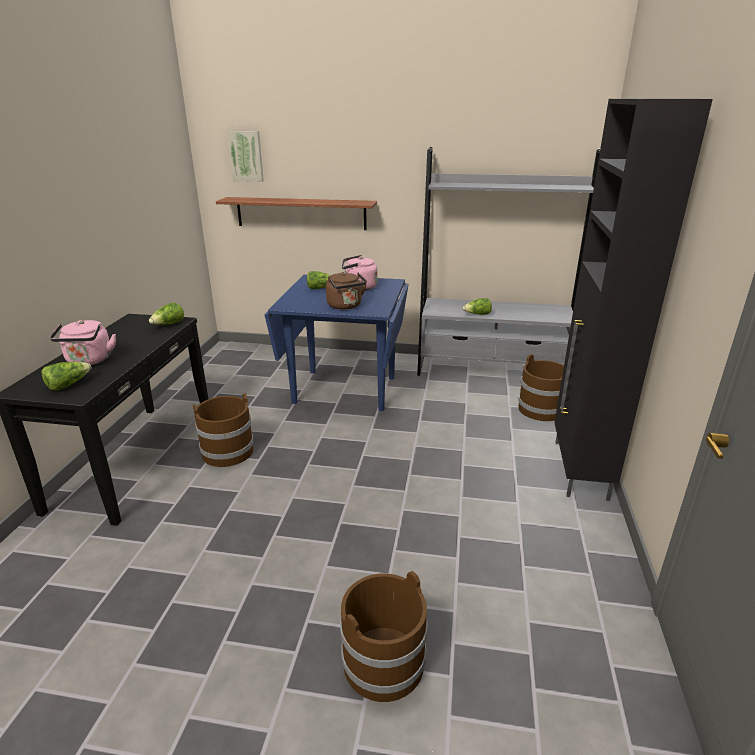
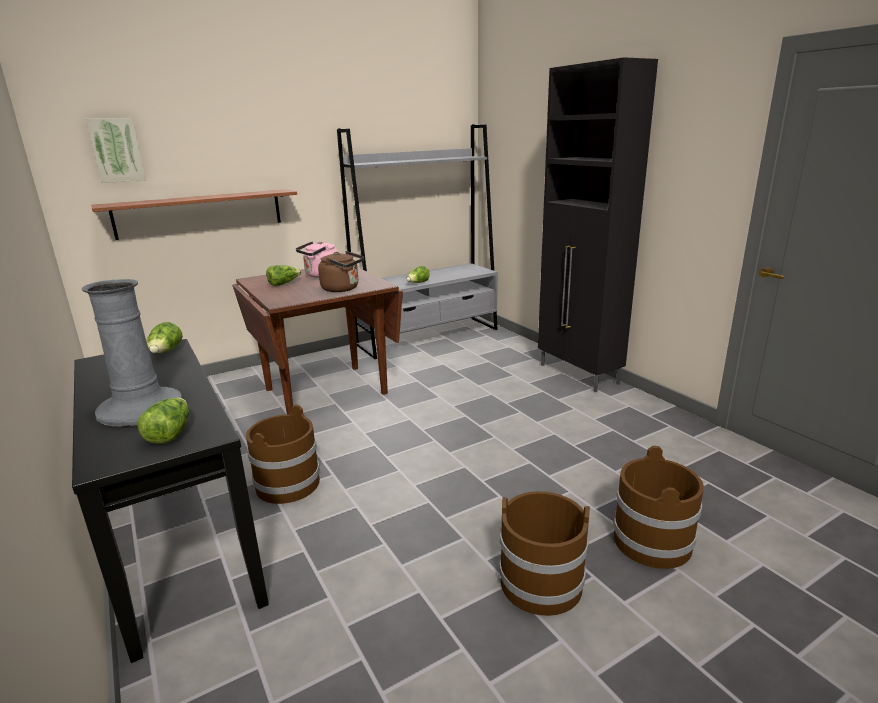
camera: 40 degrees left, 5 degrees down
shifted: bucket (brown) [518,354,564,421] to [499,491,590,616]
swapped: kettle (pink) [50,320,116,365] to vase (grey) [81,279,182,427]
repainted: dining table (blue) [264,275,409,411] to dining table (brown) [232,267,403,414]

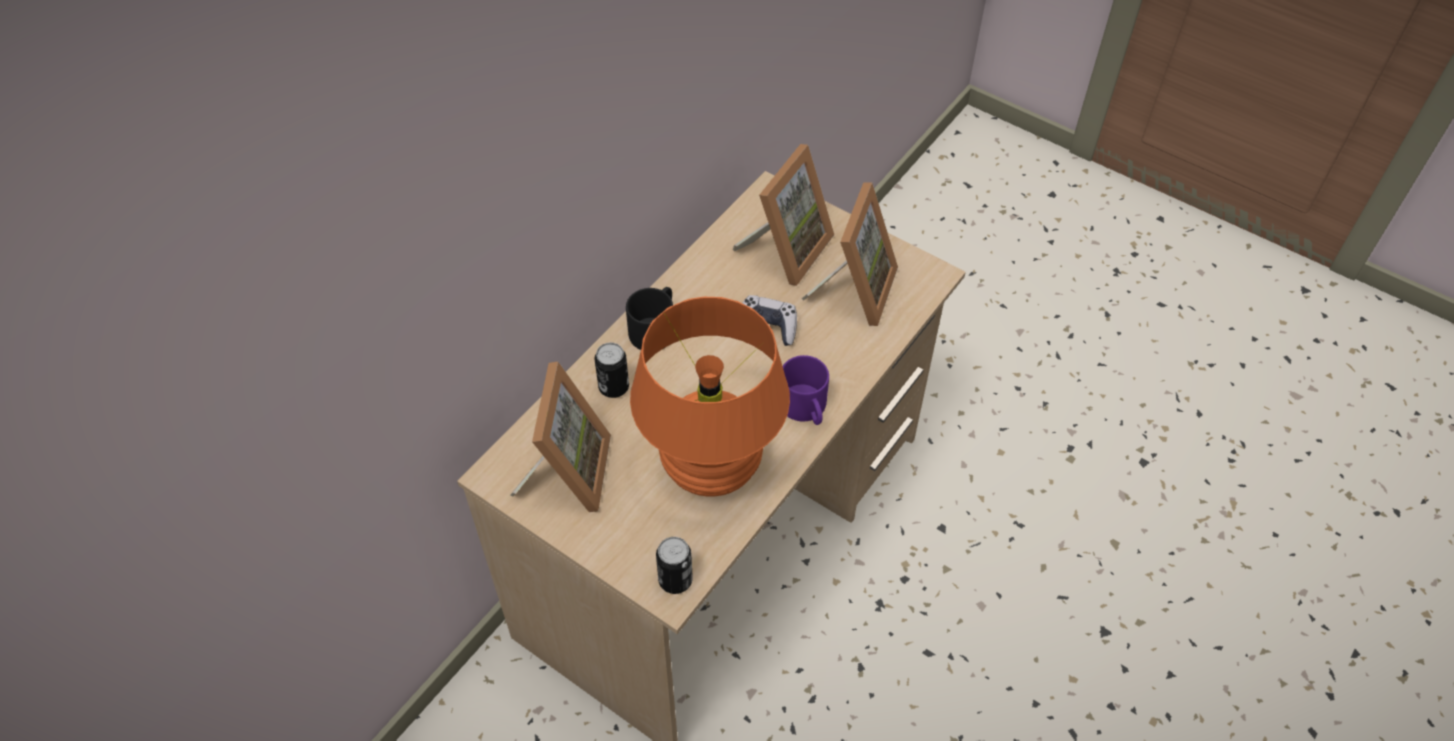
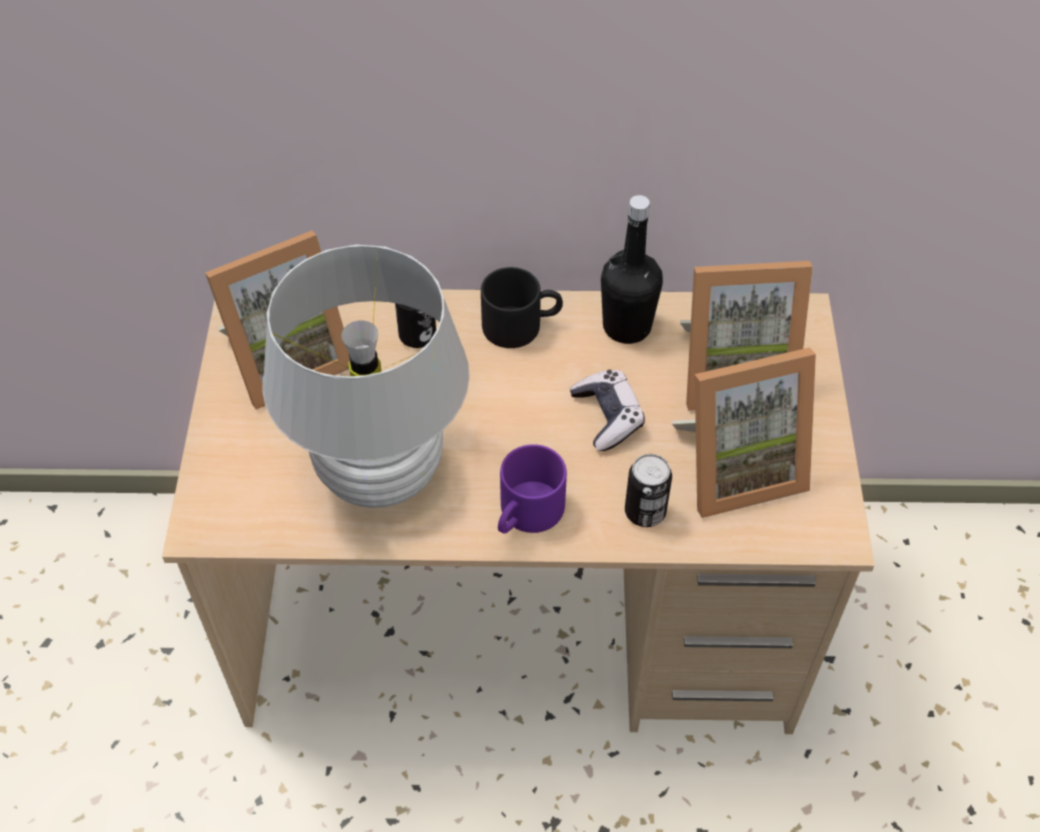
camera: 55 degrees right, 0 degrees up
new: bottle (black) [601,195,663,344]
shifted: can [656,537,693,594] to [625,454,672,527]
repainted: table lamp (orange) [630,297,790,496] to table lamp (white) [262,245,470,508]

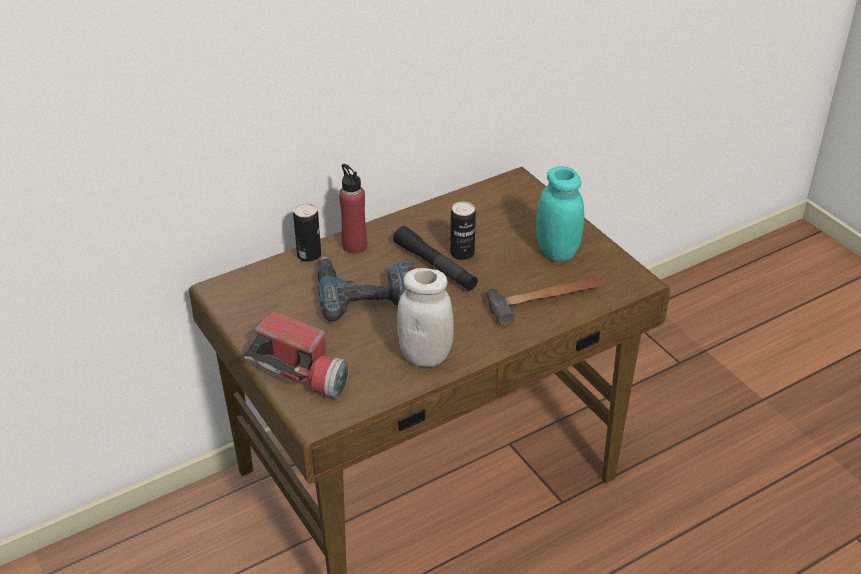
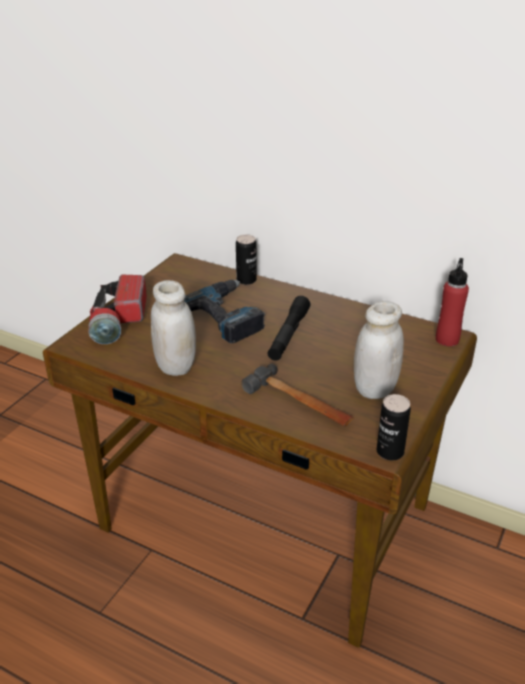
camera: 60 degrees right, 5 degrees down
shifted: bottle (red) [339,164,367,253] to [436,258,469,346]; can [450,202,476,260] to [376,394,411,460]
repainted: jar (turquoise) [536,166,584,262] to jar (white) [354,301,404,399]

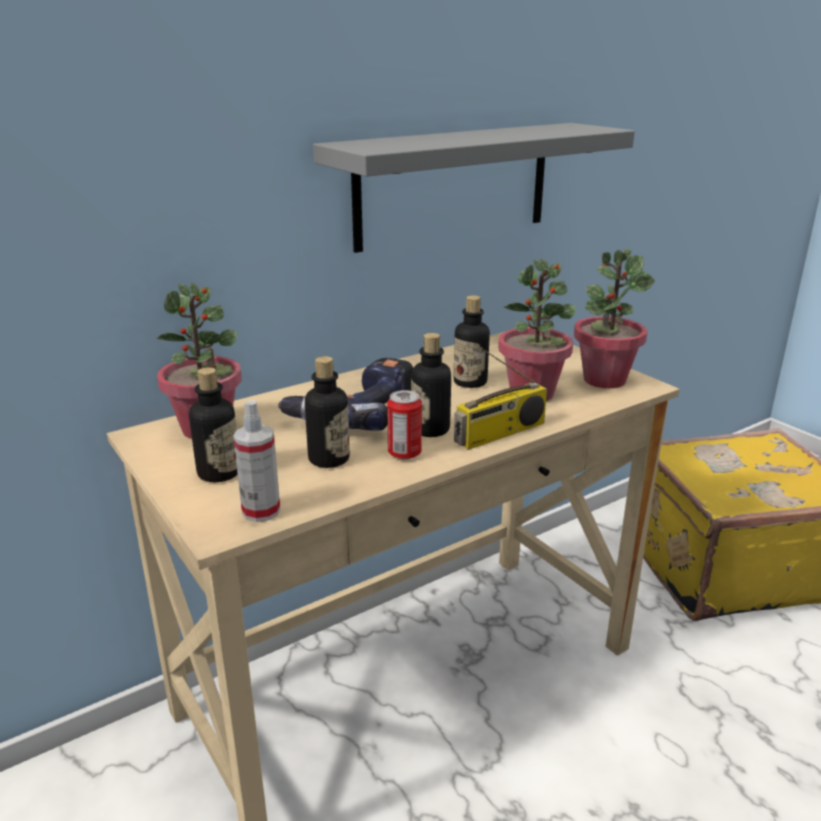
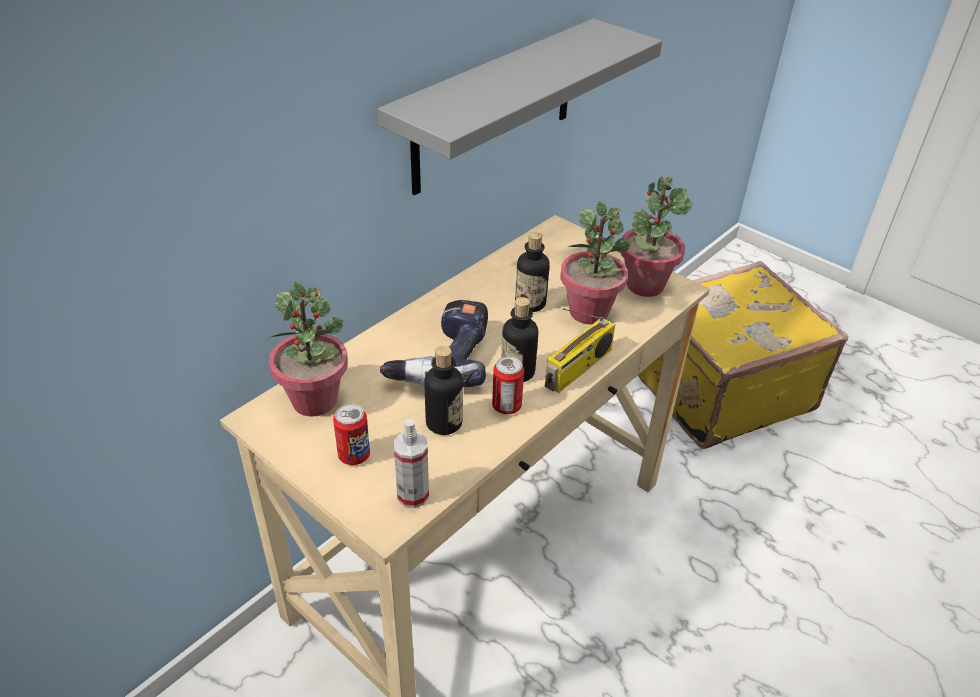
camera: 15 degrees left, 15 degrees up
swapped: bottle [189,367,238,482] to can [333,404,370,465]

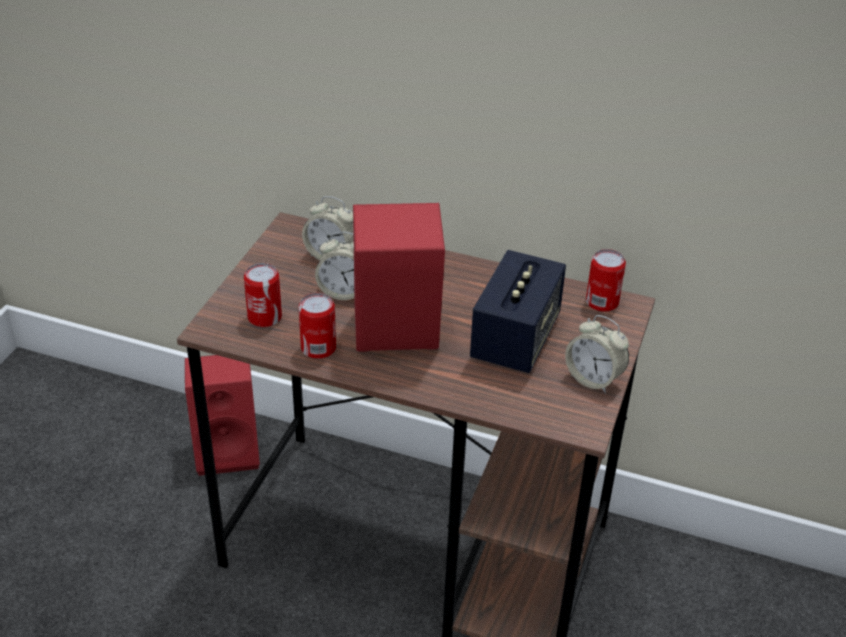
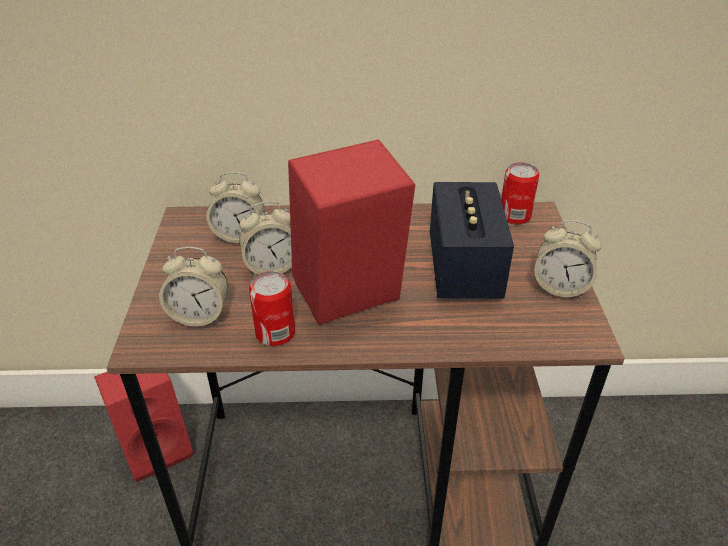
camera: 20 degrees left, 0 degrees up
swapped: can [244,263,282,327] to alarm clock [159,247,228,327]

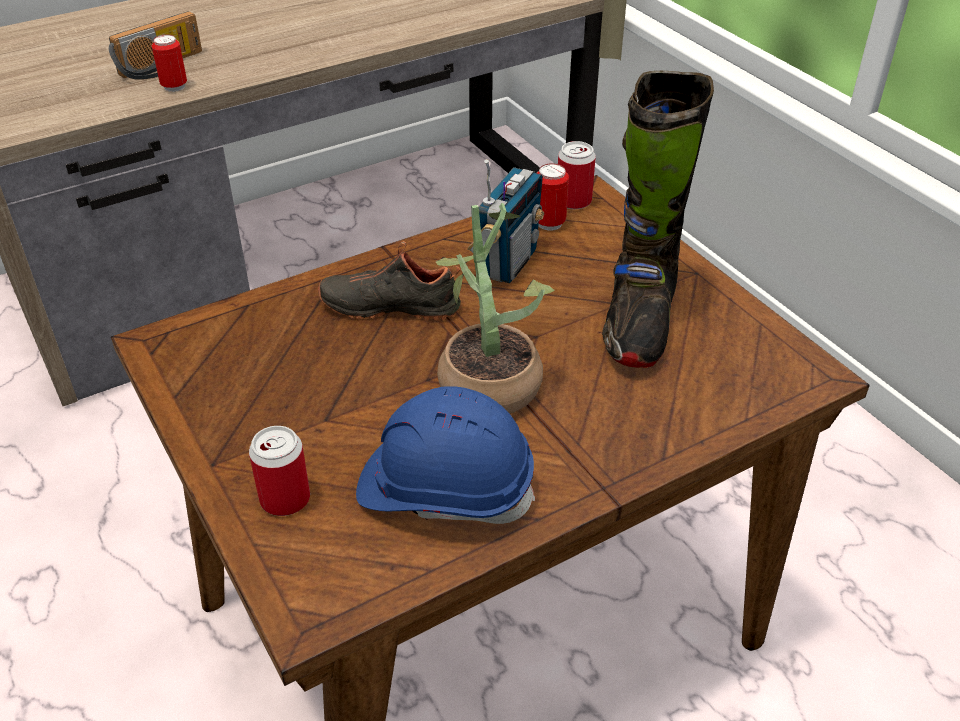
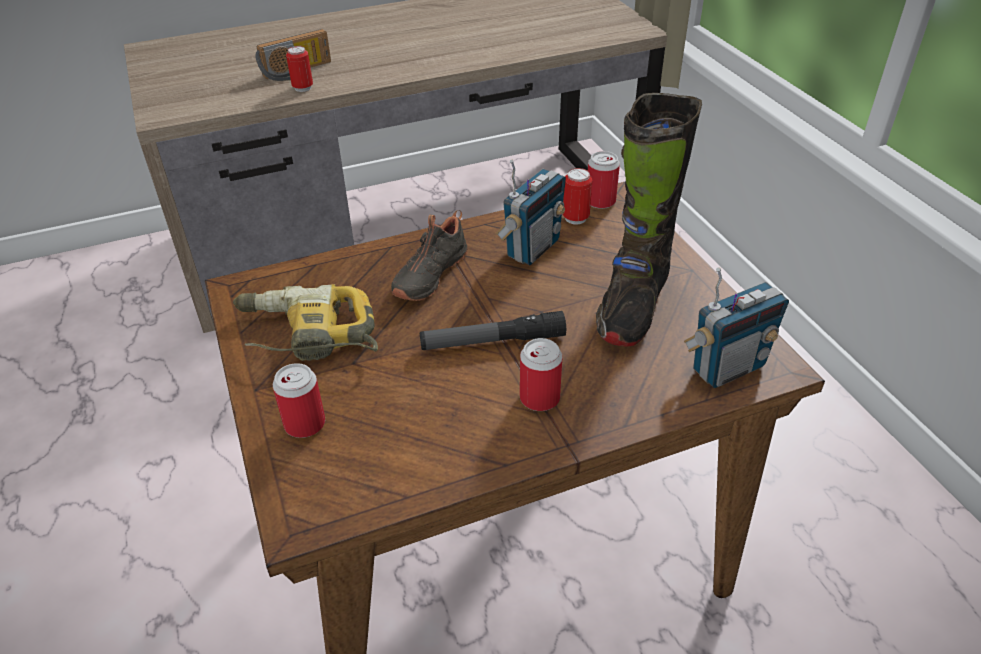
camera: 10 degrees right, 0 degrees up
gone: hard hat (blue) [356,386,535,524]
new: power drill [233,284,378,361]; can [520,338,562,411]; radio [684,268,789,388]
swapped: potted plant [436,203,555,414] to flashlight [420,311,566,350]
rotated: shoe (black) [318,241,461,321] = [391,210,468,301] 75 degrees counterclockwise

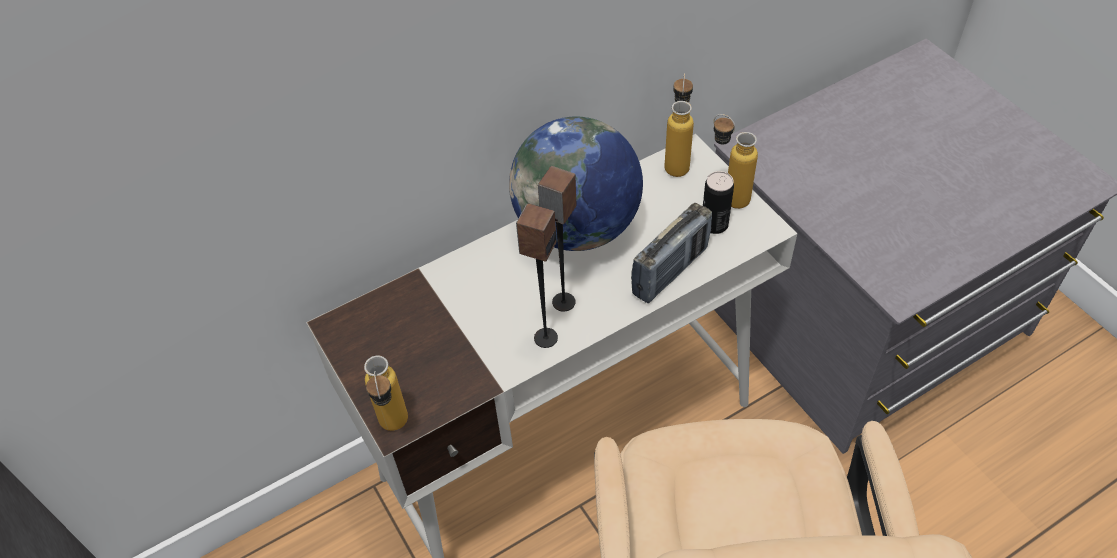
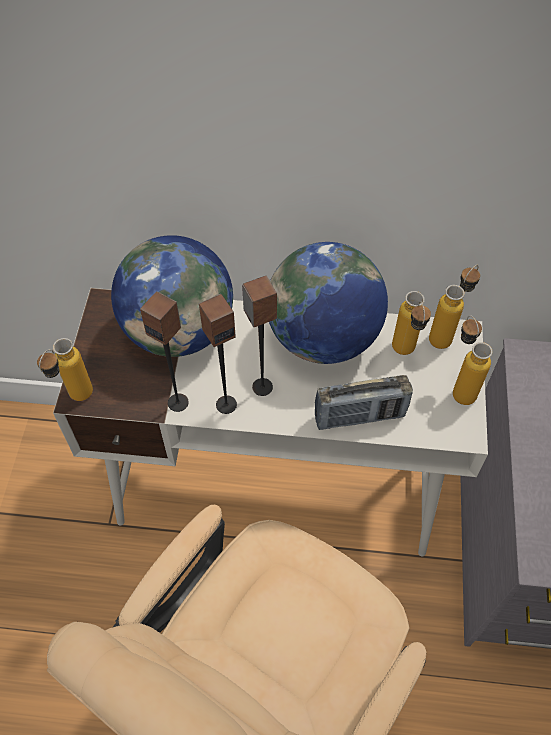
camera: 35 degrees right, 5 degrees up
gone: can [703,171,734,234]
new: globe [111,235,233,357]; speaker [140,291,189,412]; bottle [392,291,431,355]

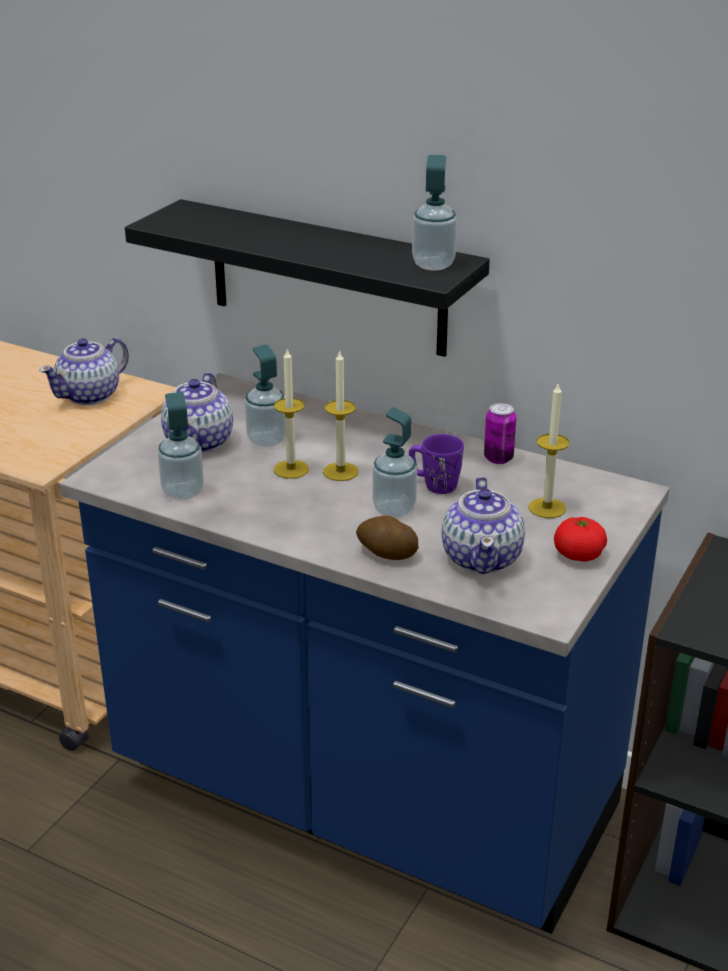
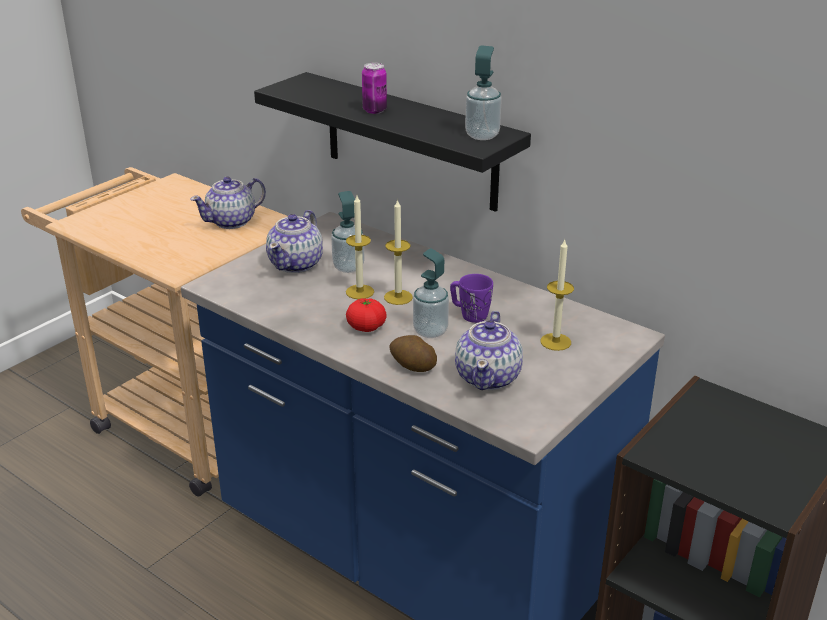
camera: 10 degrees right, 0 degrees up
gone: soap dispenser [158,392,204,500]
shifted: can [484,403,516,464] to [362,63,387,114]; tomato [554,517,607,562] to [346,298,387,332]

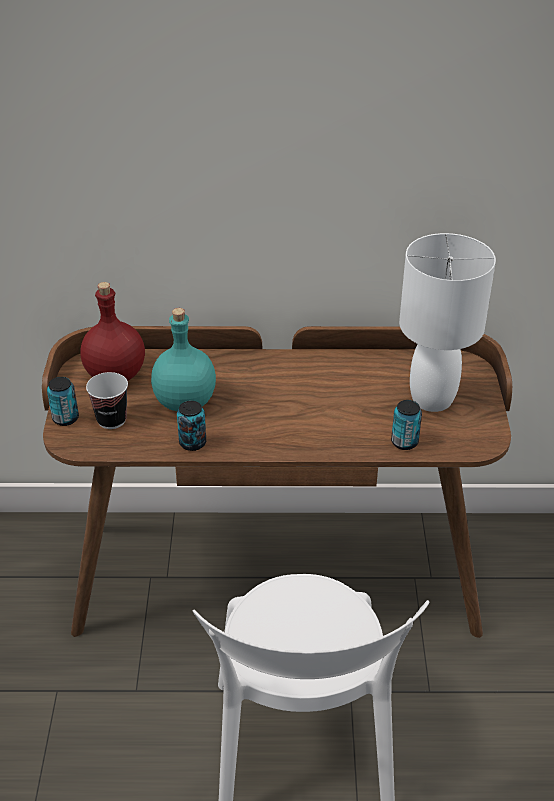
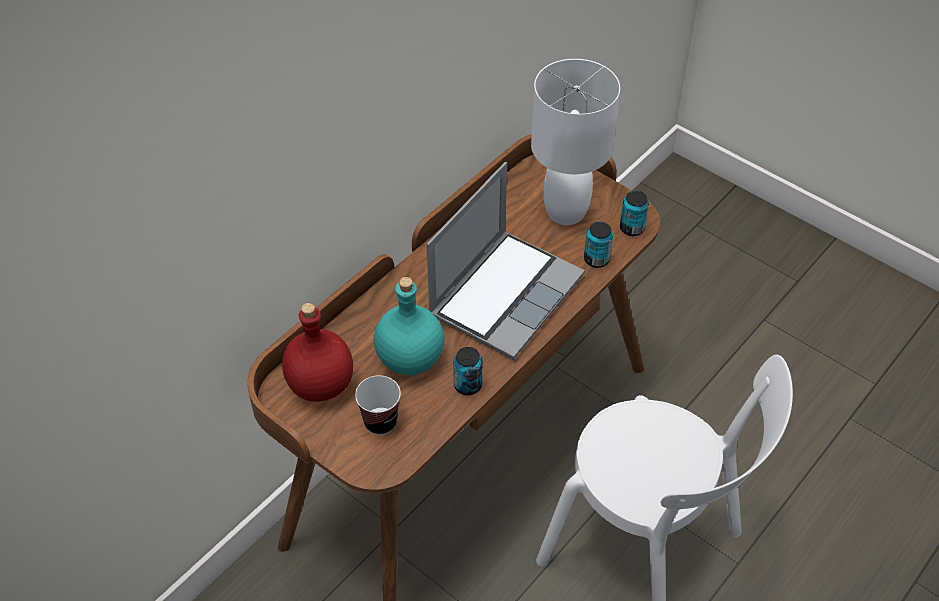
camera: 50 degrees left, 10 degrees up
new: laptop [427,162,585,360]
shifted: can [47,377,79,426] to [620,190,649,236]

